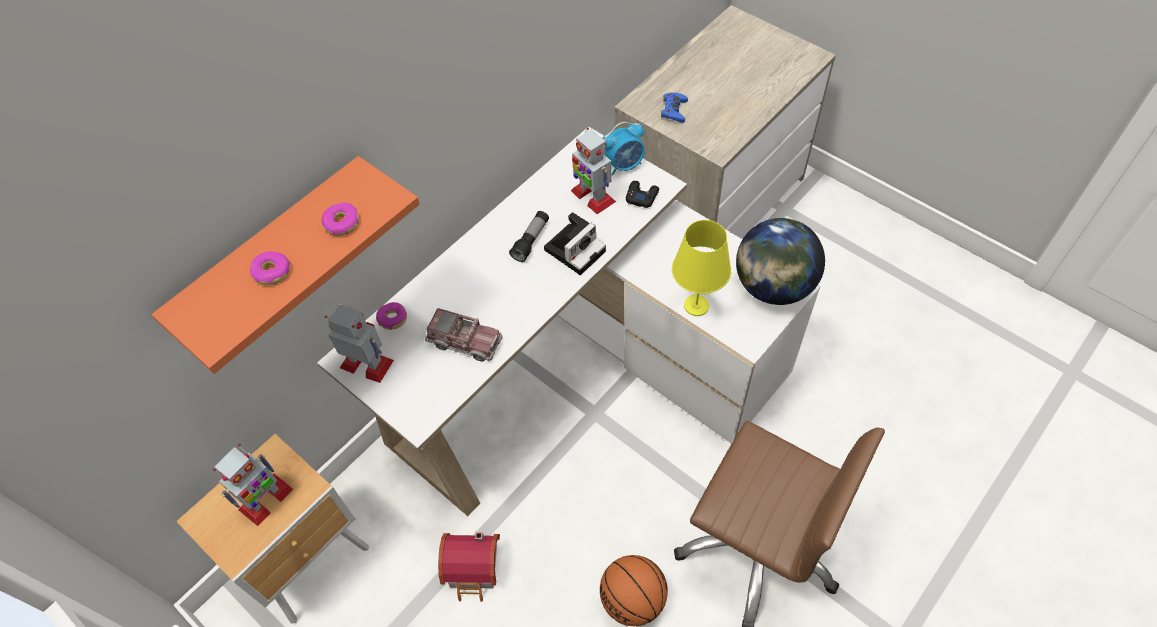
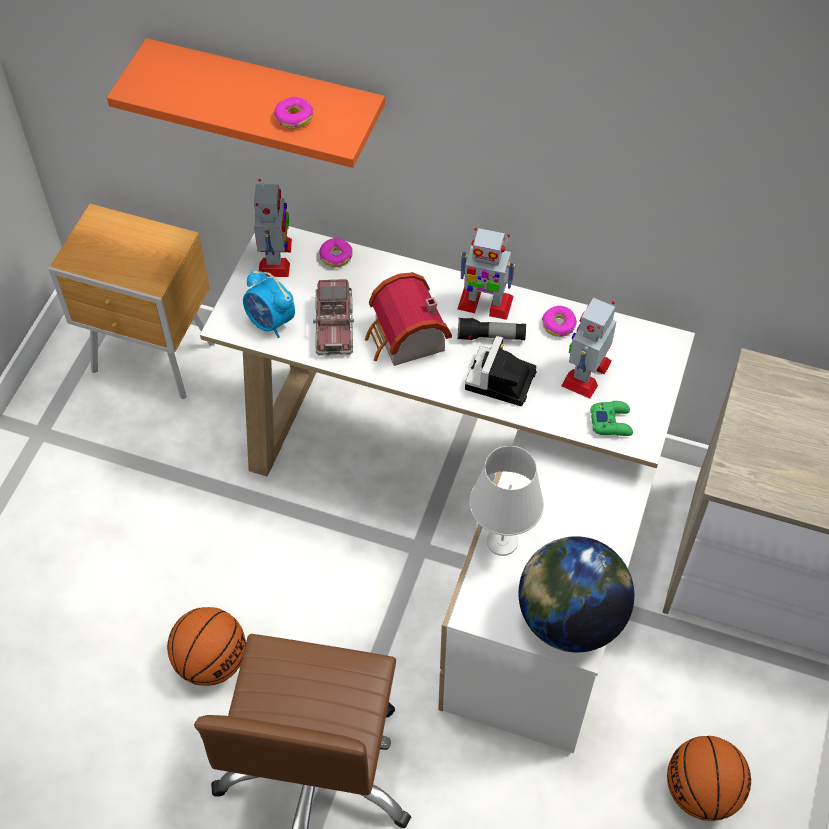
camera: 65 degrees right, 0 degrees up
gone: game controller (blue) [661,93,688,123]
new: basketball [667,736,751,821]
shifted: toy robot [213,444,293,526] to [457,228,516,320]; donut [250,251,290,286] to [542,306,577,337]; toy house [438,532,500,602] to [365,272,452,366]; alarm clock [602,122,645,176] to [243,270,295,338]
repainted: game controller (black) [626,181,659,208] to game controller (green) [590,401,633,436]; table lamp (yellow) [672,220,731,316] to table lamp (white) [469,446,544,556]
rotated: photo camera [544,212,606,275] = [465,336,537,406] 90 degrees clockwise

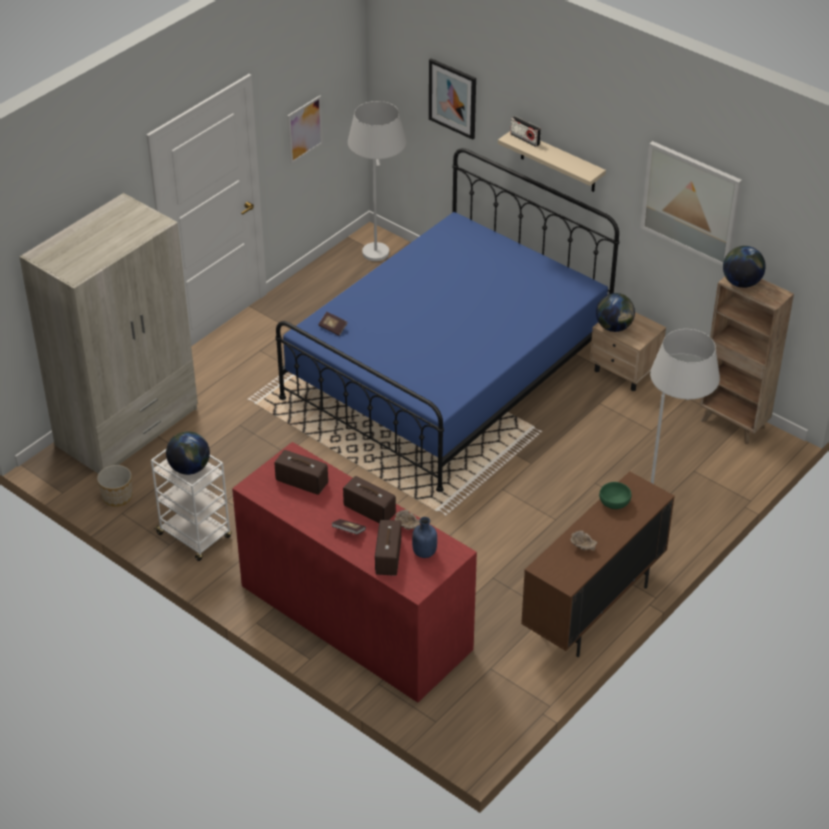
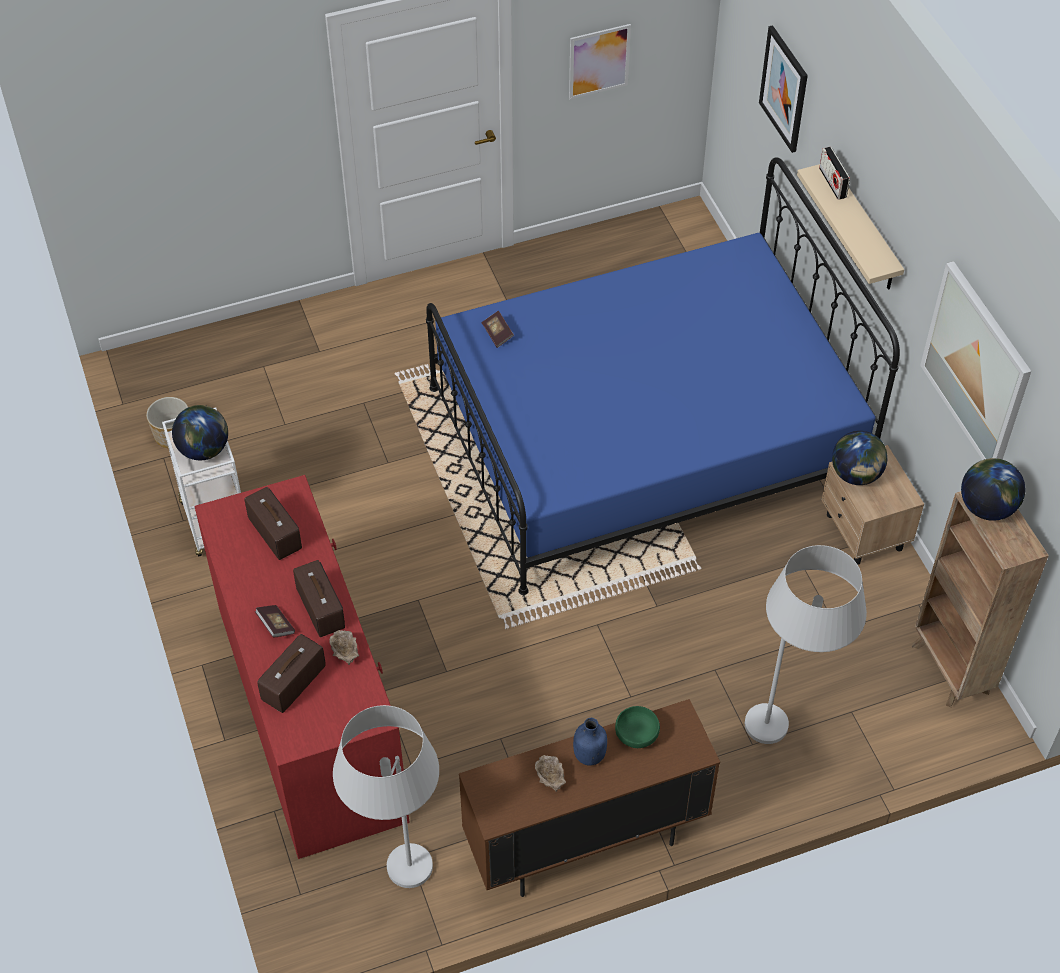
camera: 30 degrees right, 10 degrees up
gone: wardrobe (beige) [19,193,198,474]
shifted: floor lamp (white) [348,101,407,261] to [333,705,439,888]; bottle (blue) [412,517,437,558] to [573,718,607,766]

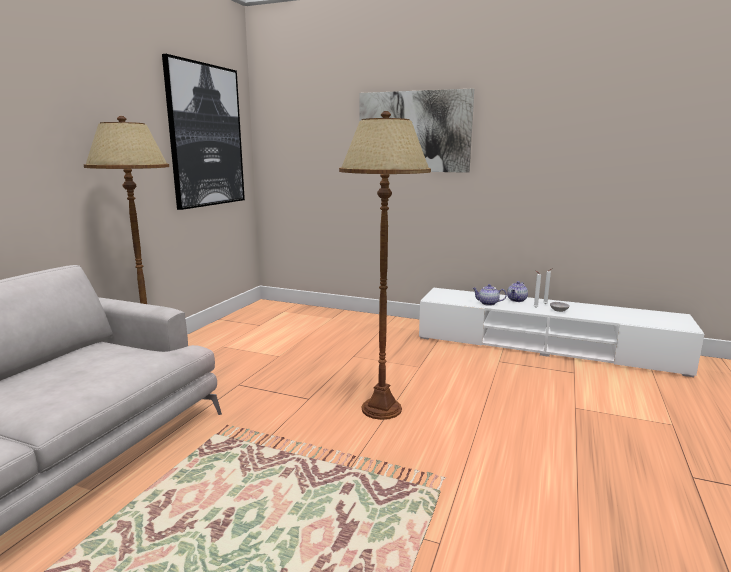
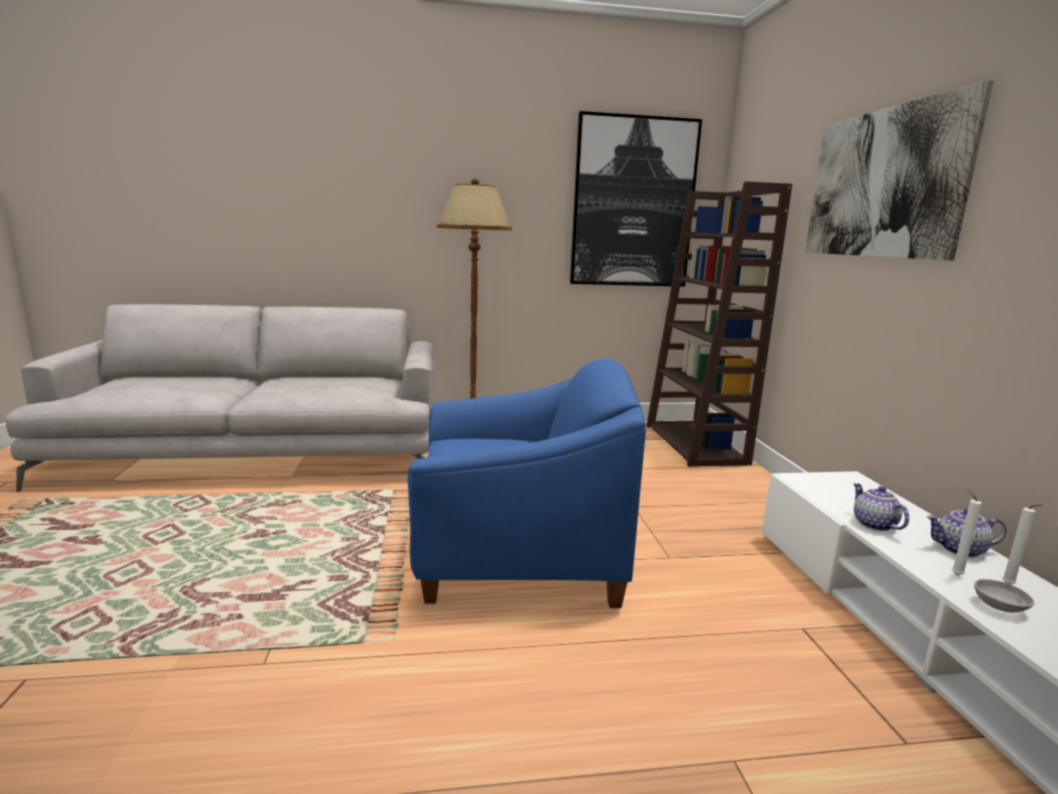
camera: 60 degrees right, 0 degrees up
new: bookcase (brown) [646,181,792,467]
swapped: floor lamp (brown) [339,111,431,420] to armchair (blue) [408,358,646,608]

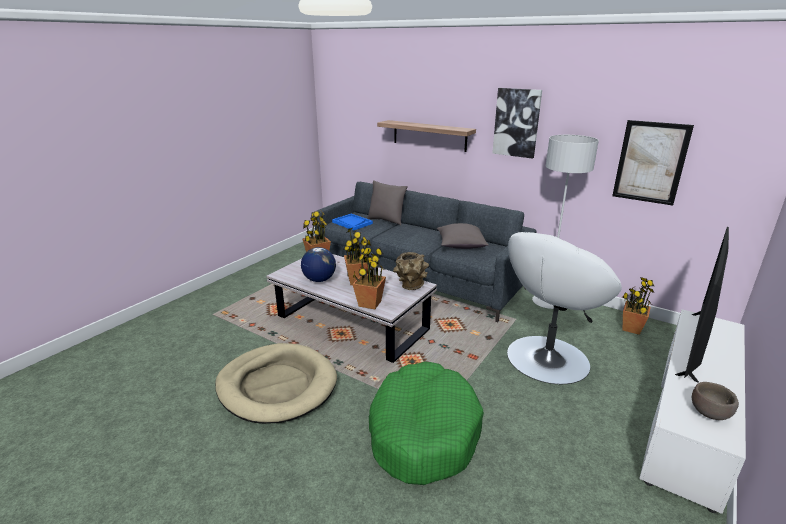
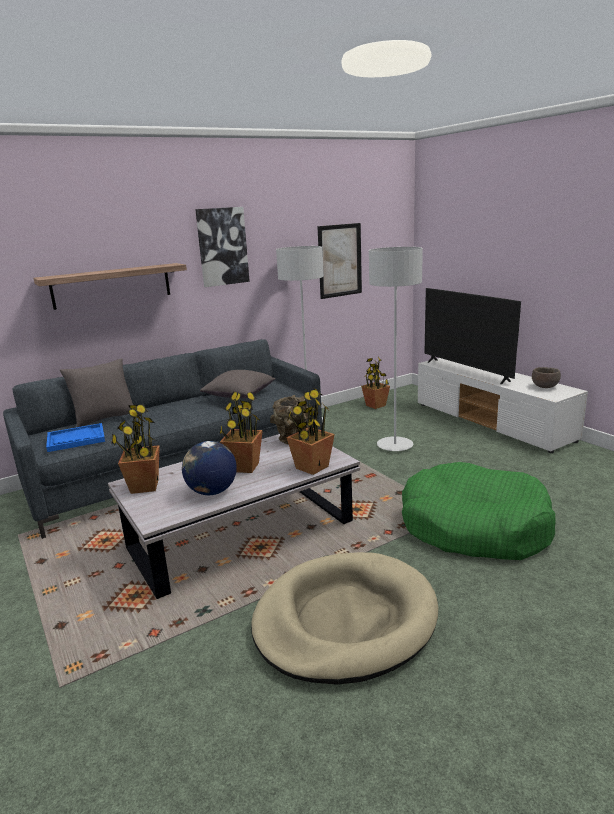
camera: 65 degrees left, 5 degrees down
swapped: armchair (white) [507,232,622,384] to floor lamp (grey) [369,247,423,451]

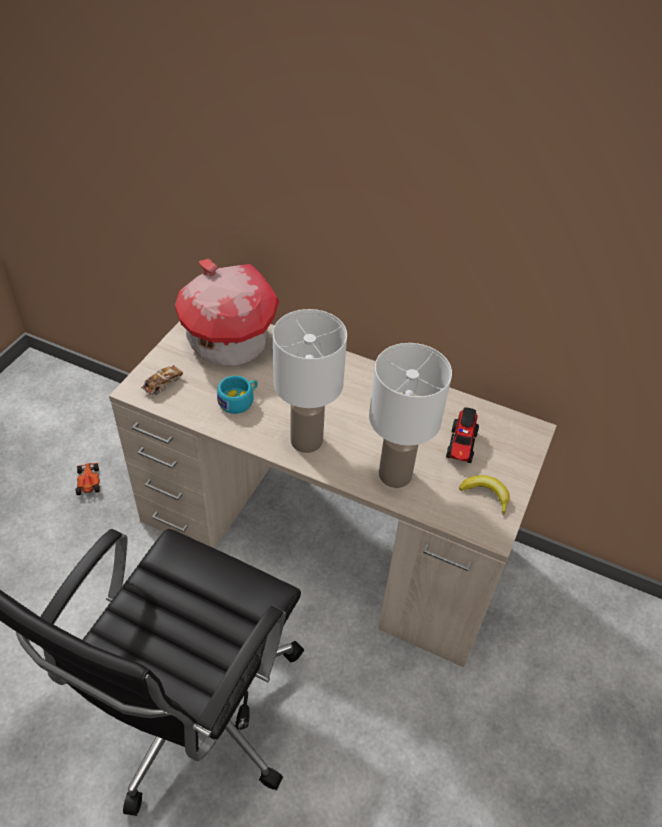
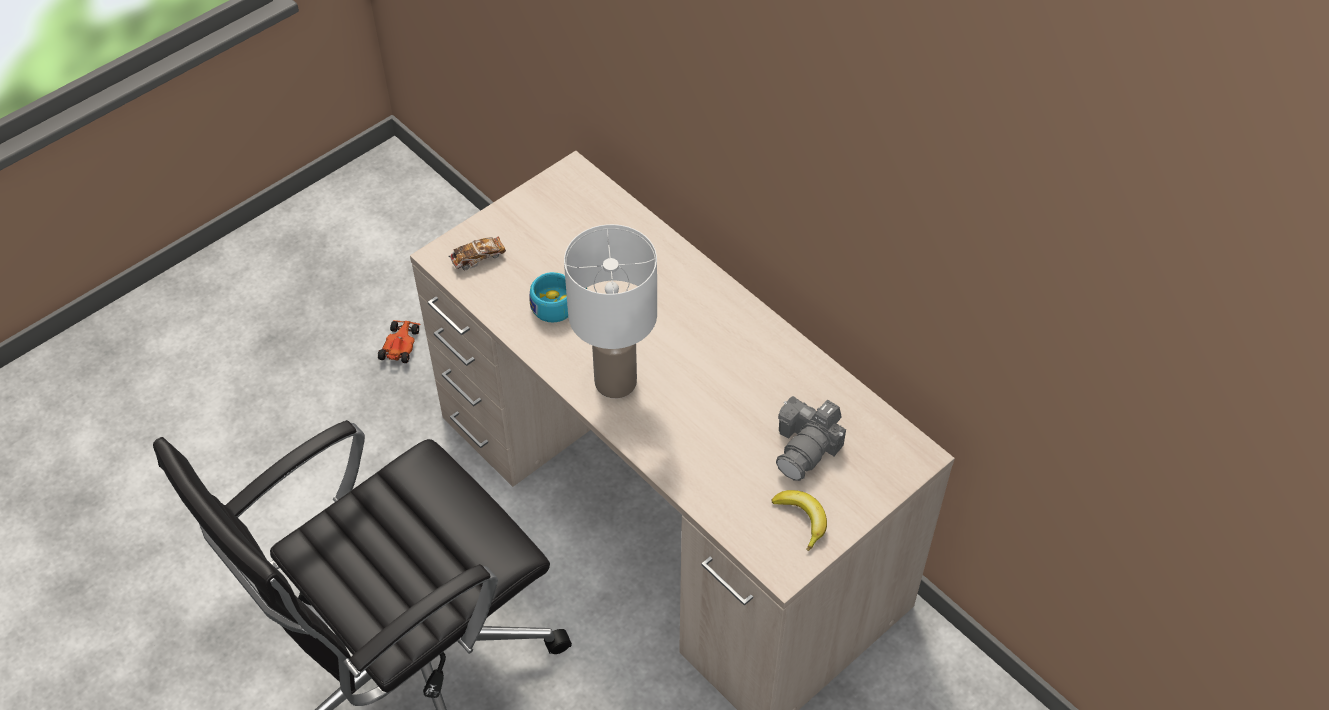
camera: 25 degrees right, 5 degrees up
gone: toy house [175,259,280,366]; table lamp (white) [369,343,452,488]
swapped: toy truck [446,408,479,463] to photo camera [776,396,846,481]

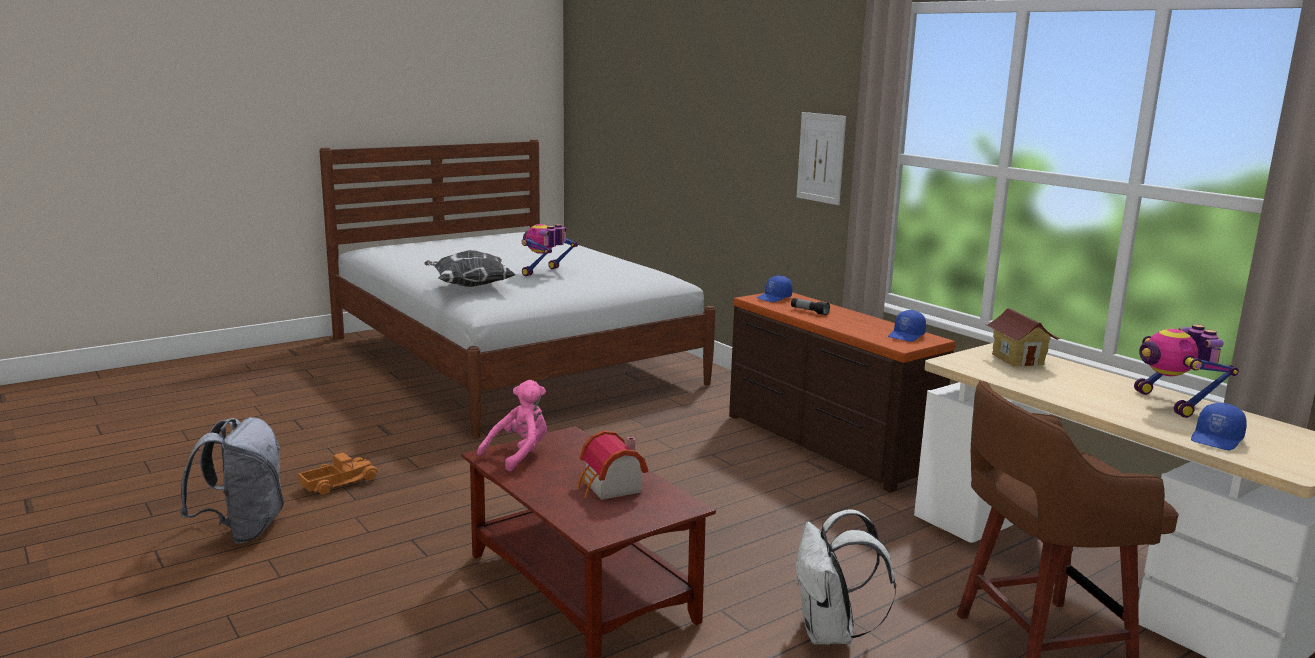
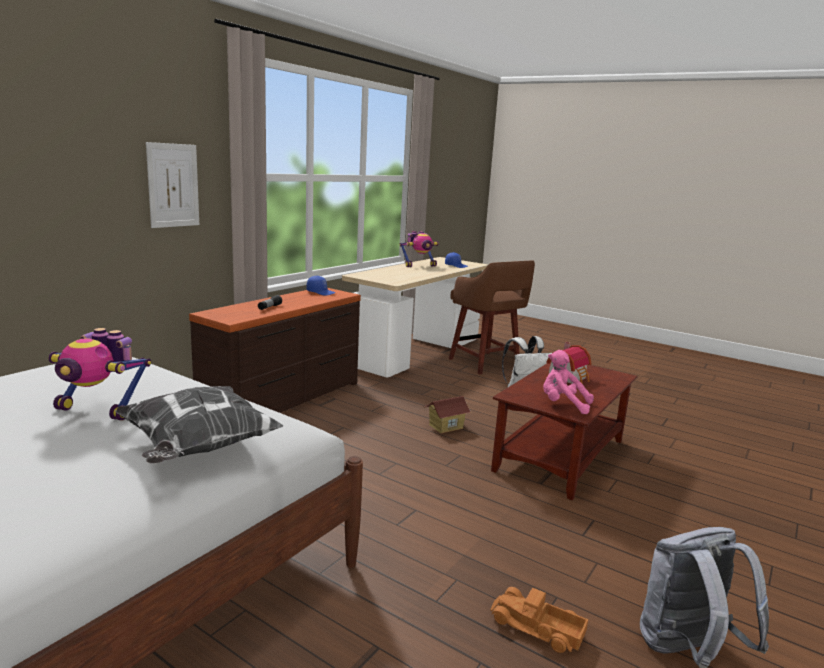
camera: 110 degrees left, 0 degrees up
gone: cap (blue) [757,275,793,302]
shifted: toy house [986,308,1061,367] to [424,396,471,434]

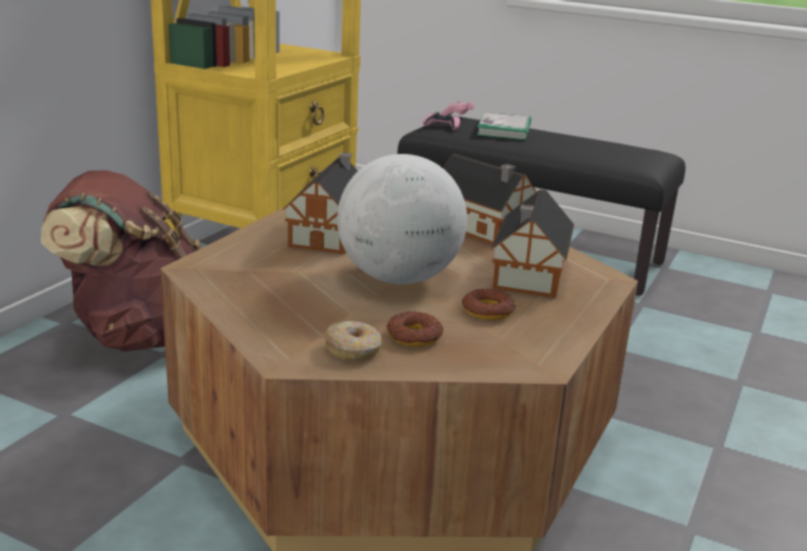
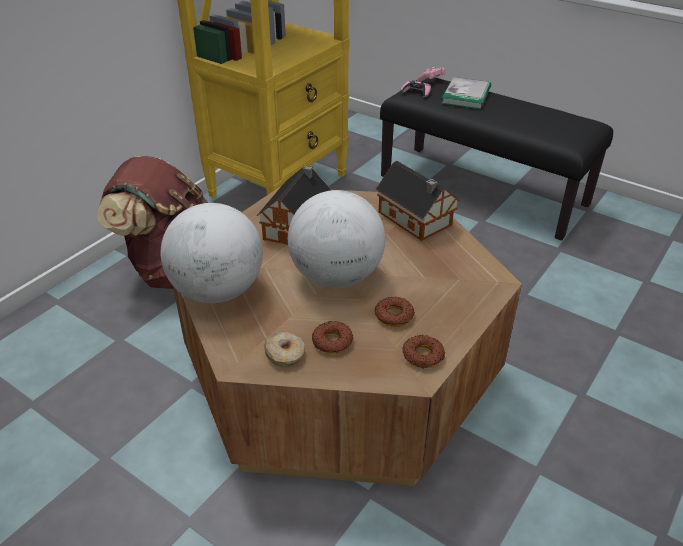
camera: 10 degrees right, 15 degrees up
gone: toy house [490,189,574,298]
new: globe [160,203,263,303]; donut [403,335,445,369]

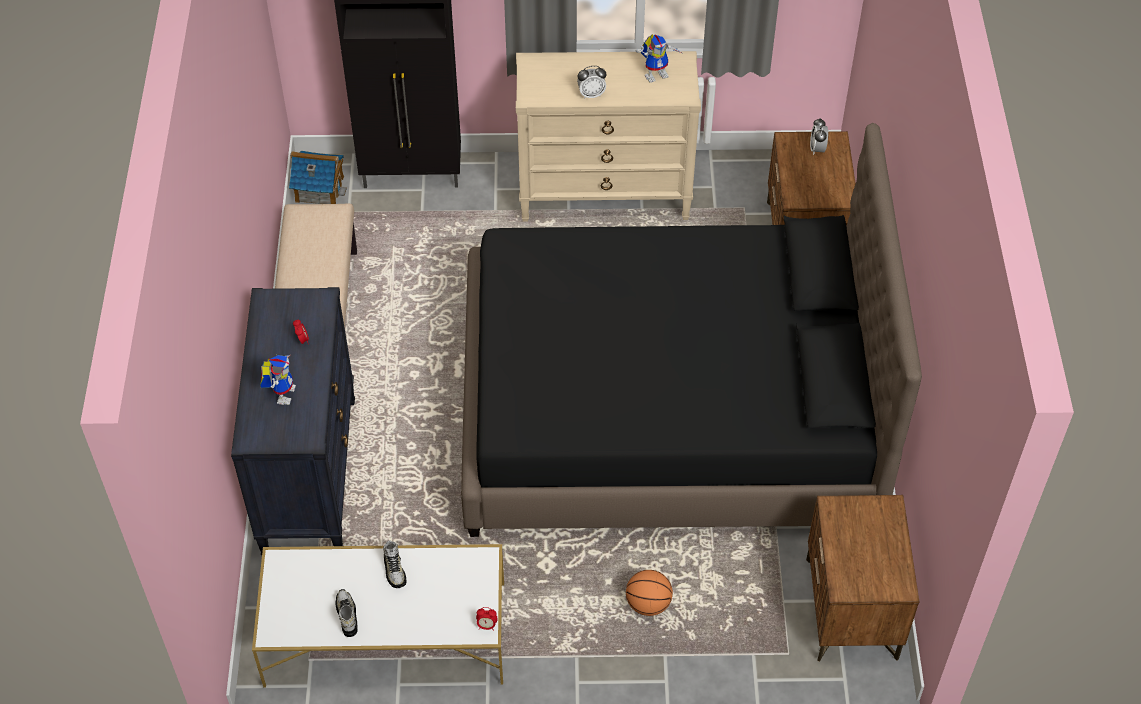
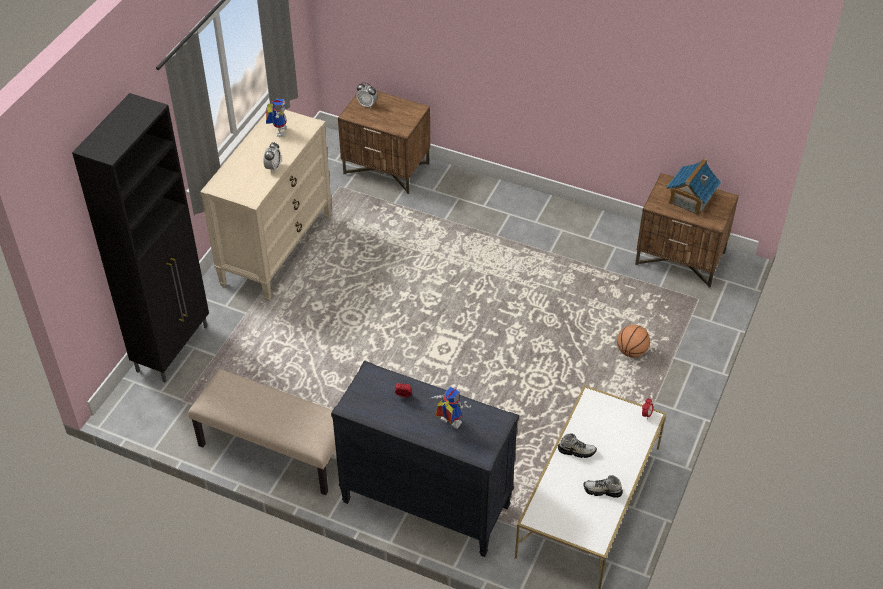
camera: 65 degrees left, 5 degrees down
gone: bed (black) [461,123,922,537]
shifted: toy house [289,151,347,204] to [666,158,721,216]

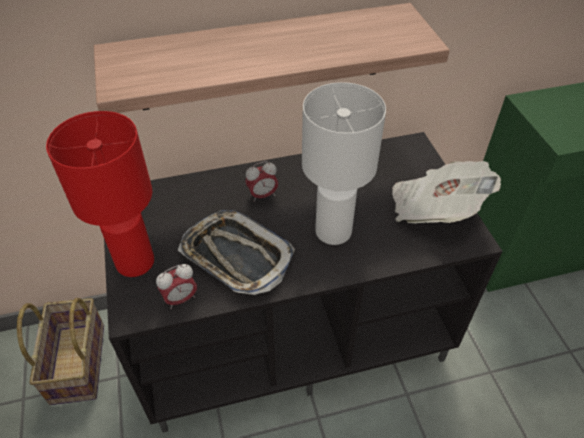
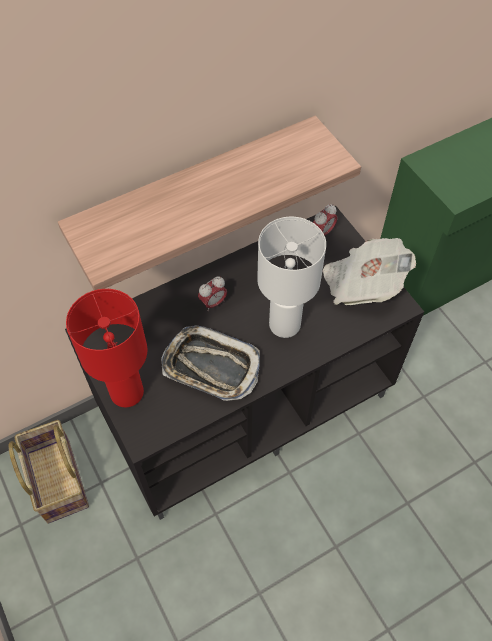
camera: 15 degrees left, 10 degrees up
shifted: alarm clock [156,264,197,309] to [313,205,337,236]

